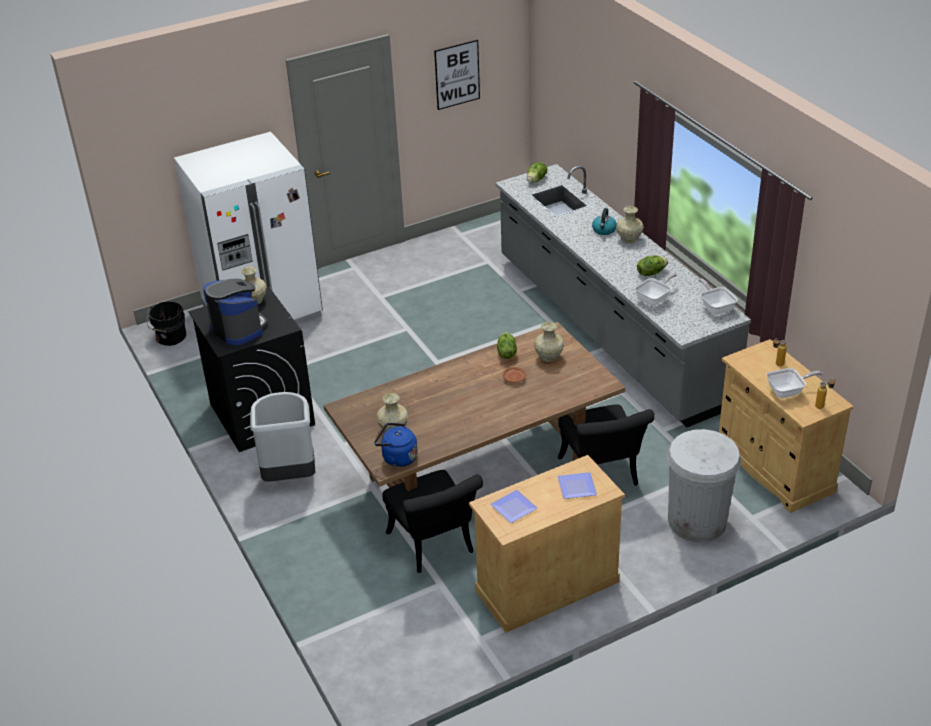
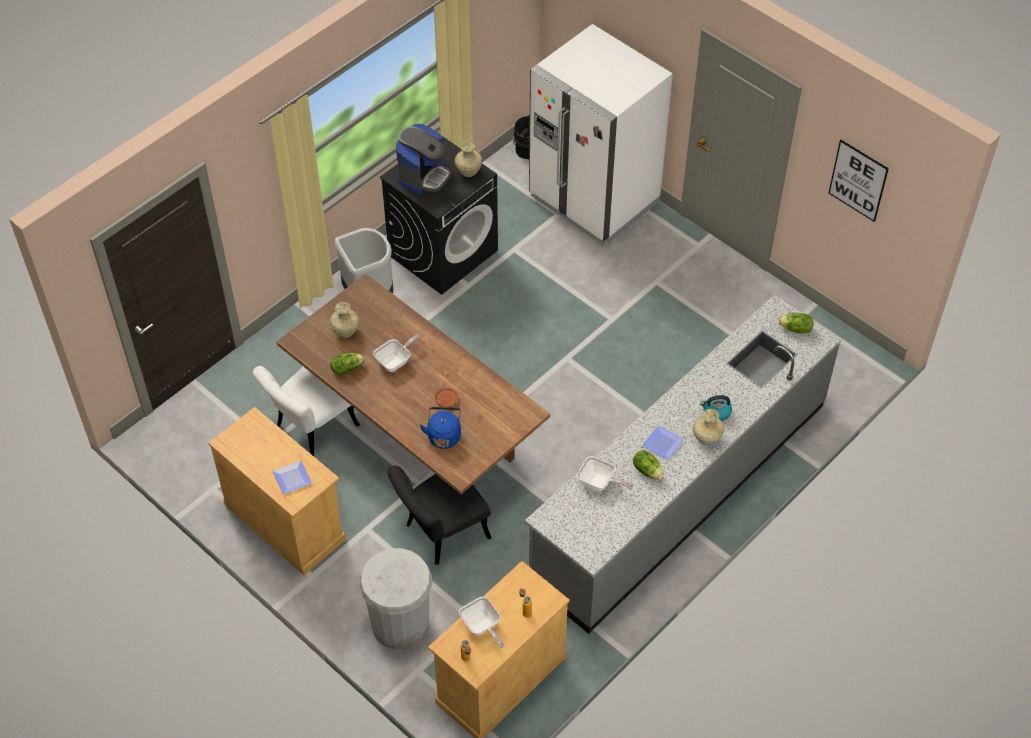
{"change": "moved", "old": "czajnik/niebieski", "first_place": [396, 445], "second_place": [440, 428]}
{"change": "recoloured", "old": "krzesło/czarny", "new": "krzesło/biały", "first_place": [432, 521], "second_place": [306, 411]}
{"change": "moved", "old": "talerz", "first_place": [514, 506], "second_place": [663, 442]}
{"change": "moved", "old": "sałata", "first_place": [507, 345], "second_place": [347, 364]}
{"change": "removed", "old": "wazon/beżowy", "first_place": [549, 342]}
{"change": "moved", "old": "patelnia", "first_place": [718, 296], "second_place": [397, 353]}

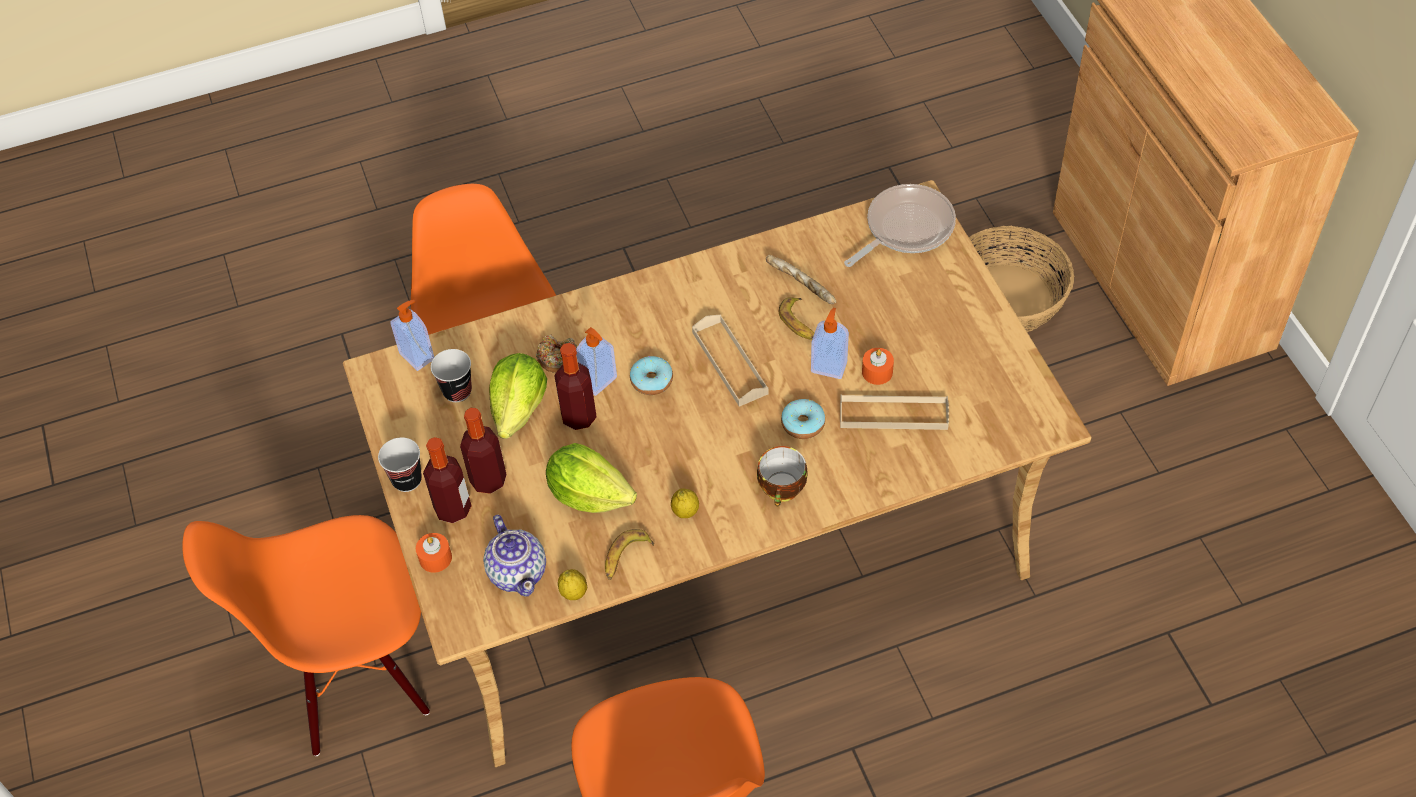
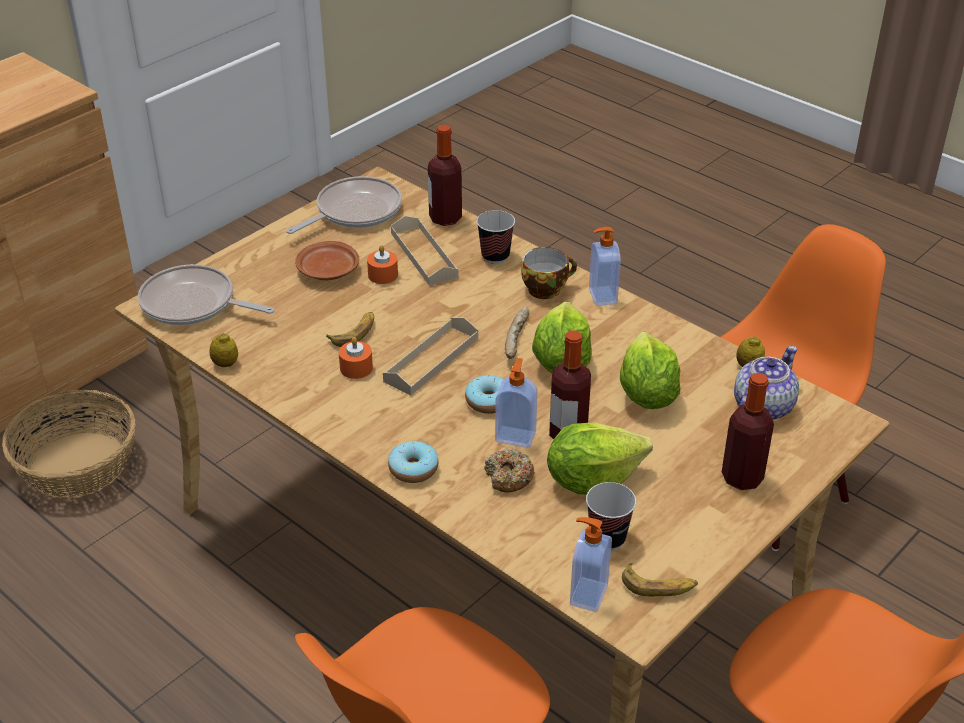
{"change": "moved", "old": "filiżanka", "first_place": [400, 464], "second_place": [495, 237]}
{"change": "moved", "old": "świeca/pomarańczowy", "first_place": [434, 553], "second_place": [356, 358]}
{"change": "moved", "old": "butelka", "first_place": [483, 451], "second_place": [445, 175]}
{"change": "moved", "old": "banan", "first_place": [629, 554], "second_place": [660, 579]}
{"change": "moved", "old": "cytryna", "first_place": [685, 503], "second_place": [223, 350]}
{"change": "moved", "old": "chleb", "first_place": [801, 279], "second_place": [517, 333]}
{"change": "moved", "old": "donut", "first_place": [803, 419], "second_place": [413, 462]}
{"change": "moved", "old": "dozownik mydła", "first_place": [830, 343], "second_place": [605, 266]}
{"change": "added", "new": "patelnia", "second_place": [344, 205]}
{"change": "added", "new": "talerz/brązowy", "second_place": [327, 260]}
{"change": "added", "new": "sałata", "second_place": [562, 337]}

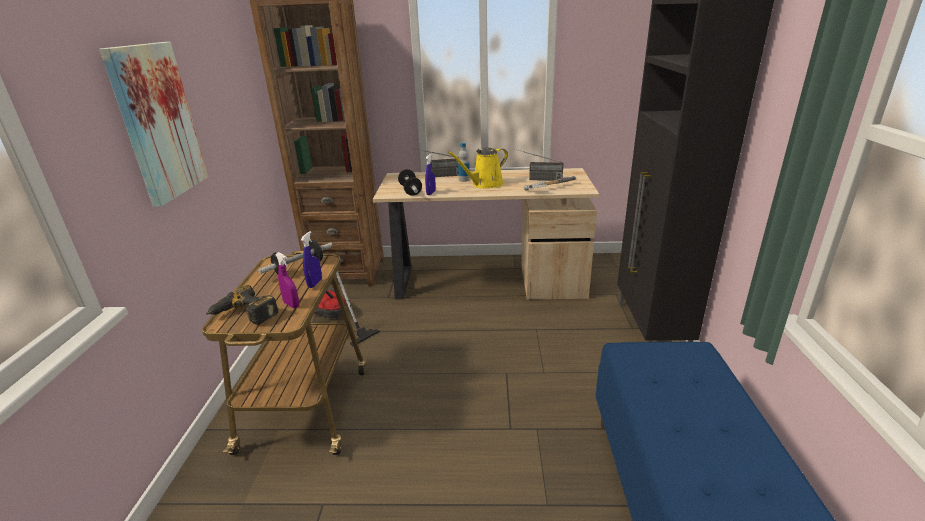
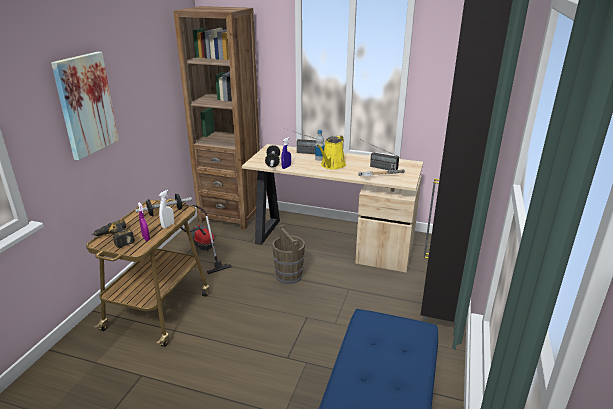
{"change": "recoloured", "old": "spryskiwacz/niebieski", "new": "spryskiwacz/biały", "first_place": [311, 259], "second_place": [166, 209]}
{"change": "turned", "old": "konewka/żółty", "first_place": [478, 168], "second_place": [331, 152], "degrees": -45}
{"change": "added", "new": "wiadro/brązowy", "second_place": [288, 254]}

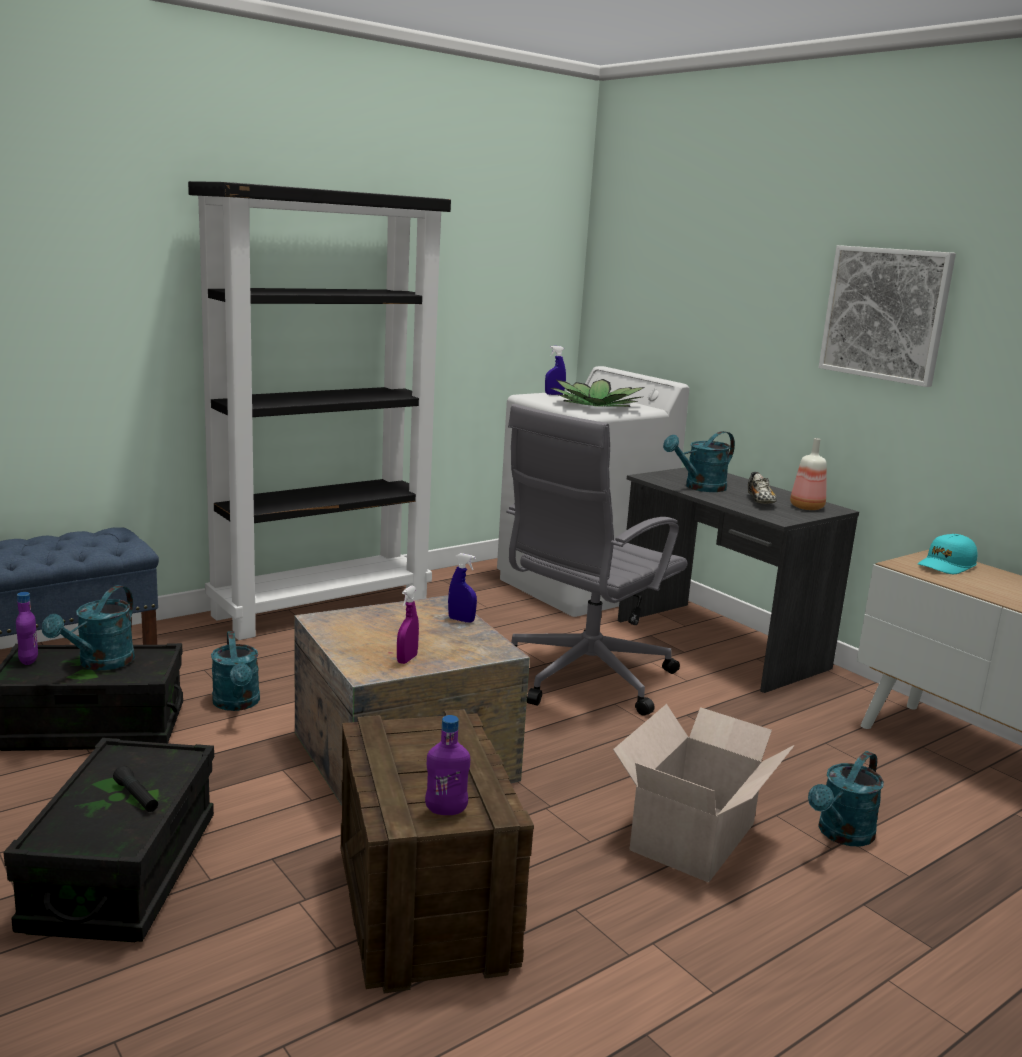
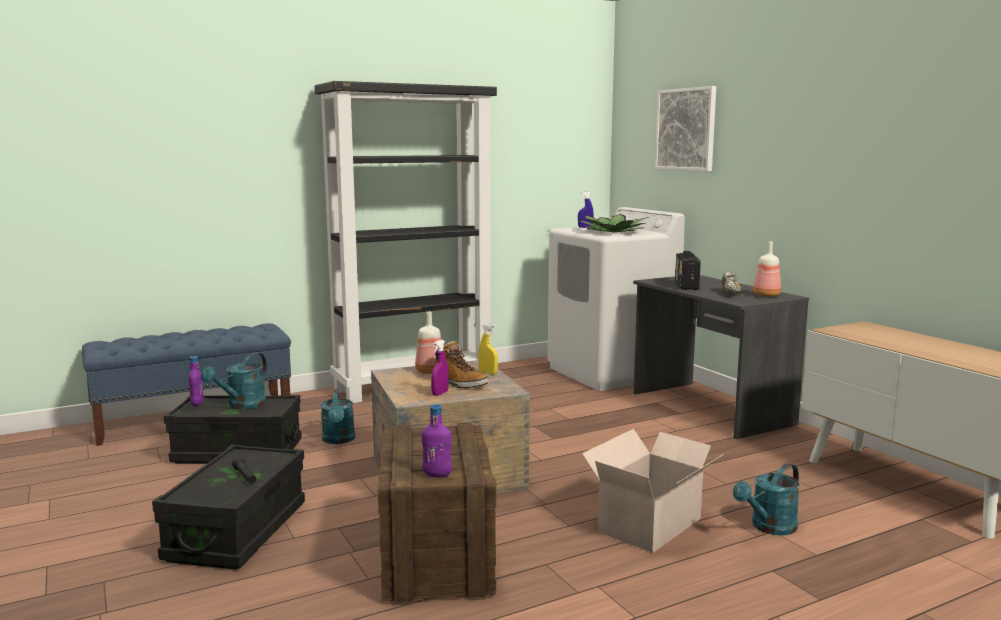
{"change": "recoloured", "old": "spryskiwacz/niebieski", "new": "spryskiwacz/żółty", "first_place": [462, 588], "second_place": [488, 348]}
{"change": "removed", "old": "krzesło biurowe/szary", "first_place": [596, 560]}
{"change": "replaced", "old": "konewka/turkusowy", "new": "radio", "first_place": [699, 461], "second_place": [688, 270]}
{"change": "moved", "old": "obraz", "first_place": [887, 316], "second_place": [685, 128]}
{"change": "removed", "old": "czapka z daszkiem/turkusowy", "first_place": [948, 554]}
{"change": "added", "new": "butelka", "second_place": [428, 342]}
{"change": "added", "new": "but z cholewką", "second_place": [461, 365]}

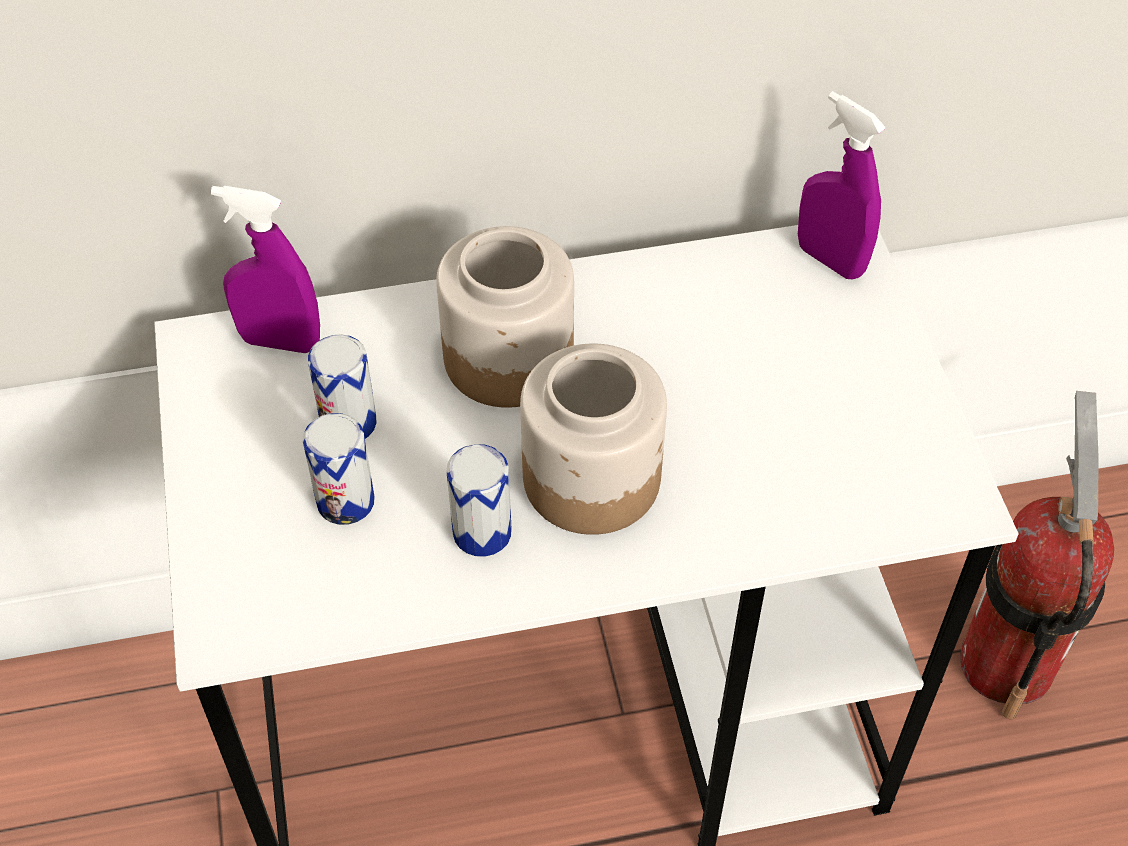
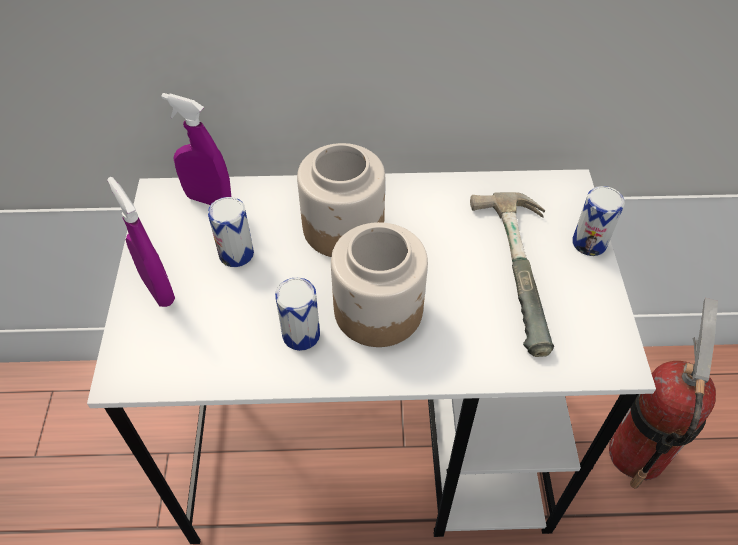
{"change": "moved", "old": "puszka", "first_place": [339, 469], "second_place": [598, 221]}
{"change": "moved", "old": "spryskiwacz/fioletowy", "first_place": [842, 185], "second_place": [141, 242]}
{"change": "added", "new": "młotek", "second_place": [512, 274]}

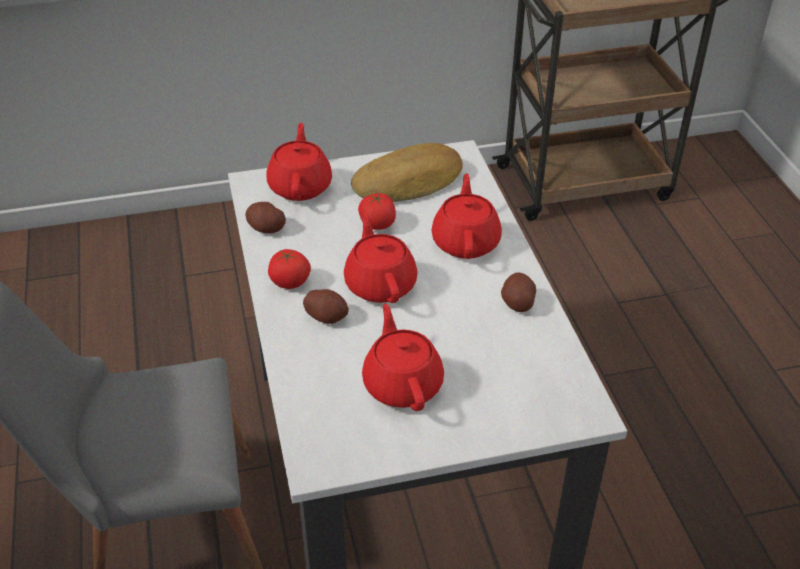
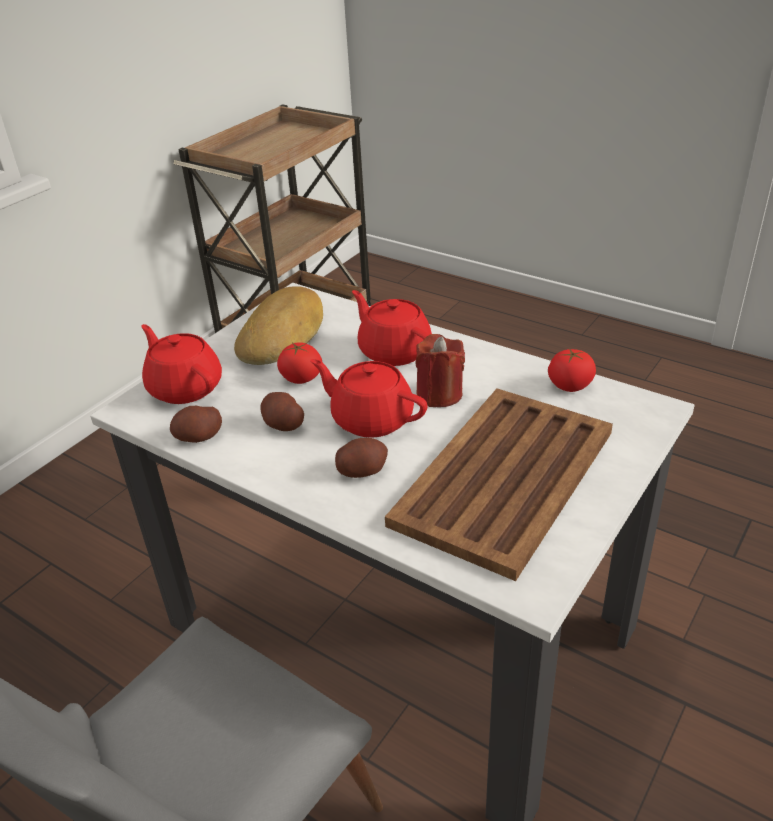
{"change": "moved", "old": "pomidor", "first_place": [289, 269], "second_place": [572, 370]}
{"change": "replaced", "old": "imbryk/czerwony", "new": "taca/brązowy", "first_place": [403, 357], "second_place": [499, 485]}
{"change": "moved", "old": "ziemniak", "first_place": [518, 292], "second_place": [282, 411]}
{"change": "added", "new": "świeca/czerwony", "second_place": [440, 370]}

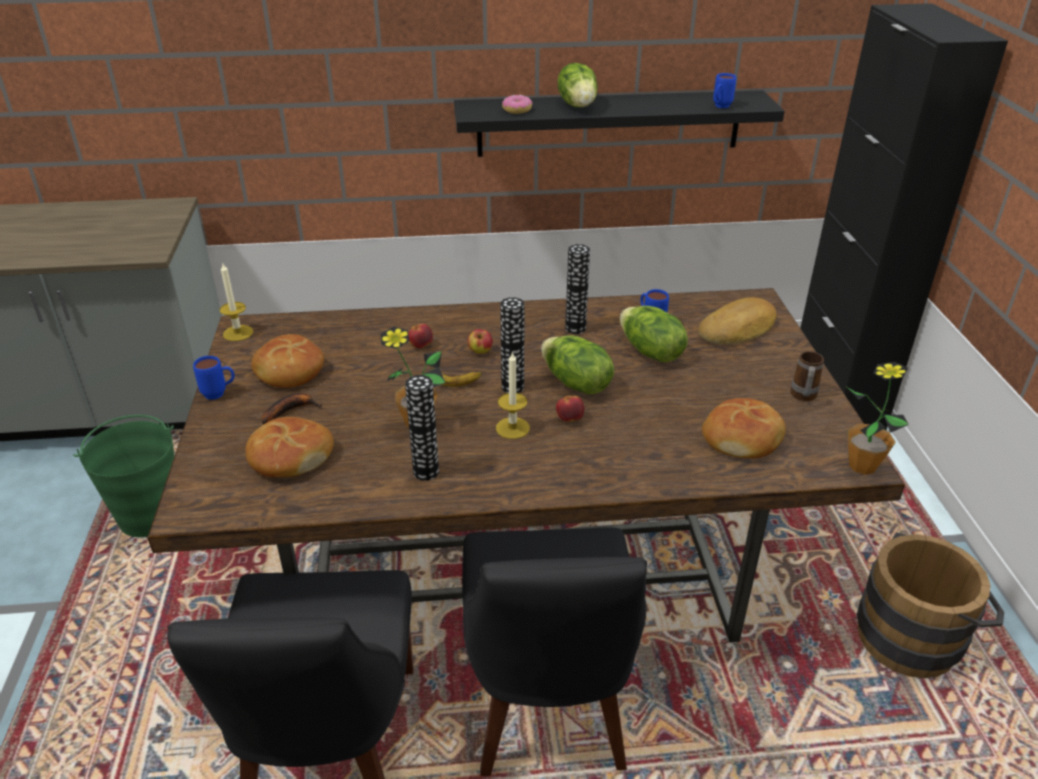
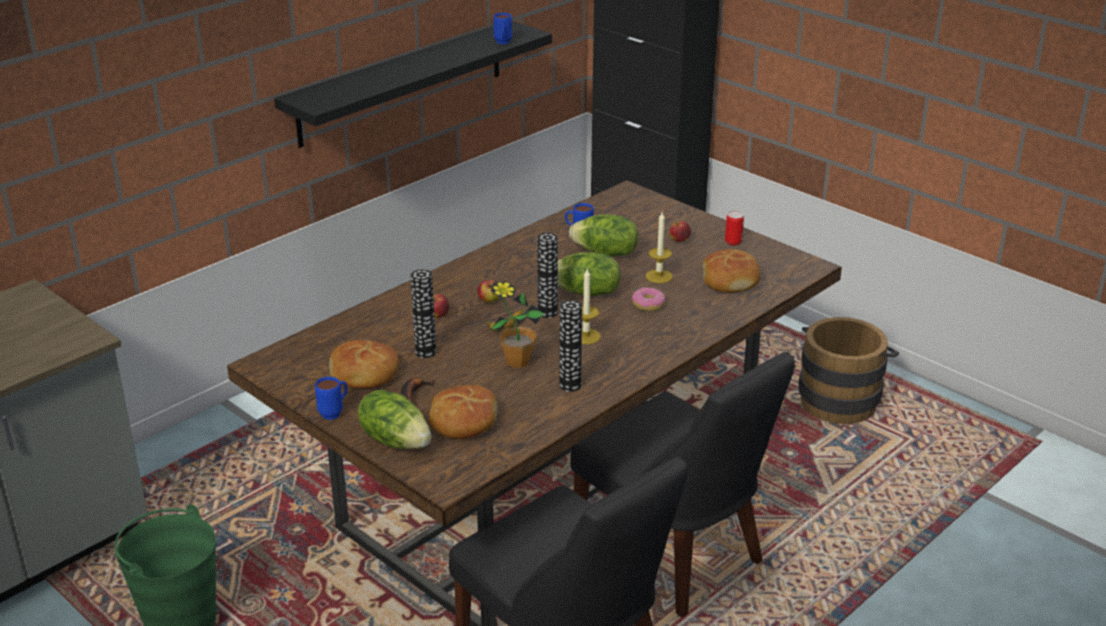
{"change": "moved", "old": "świeca", "first_place": [236, 301], "second_place": [659, 247]}
{"change": "moved", "old": "donut", "first_place": [517, 104], "second_place": [649, 299]}
{"change": "moved", "old": "jabłko", "first_place": [570, 408], "second_place": [680, 231]}
{"change": "moved", "old": "sałata", "first_place": [577, 85], "second_place": [394, 419]}
{"change": "moved", "old": "wazon", "first_place": [577, 289], "second_place": [423, 313]}
{"change": "removed", "old": "chleb", "first_place": [737, 320]}
{"change": "replaced", "old": "kubek", "new": "puszka", "first_place": [807, 376], "second_place": [734, 228]}
{"change": "removed", "old": "roślina doniczkowa", "first_place": [877, 418]}

